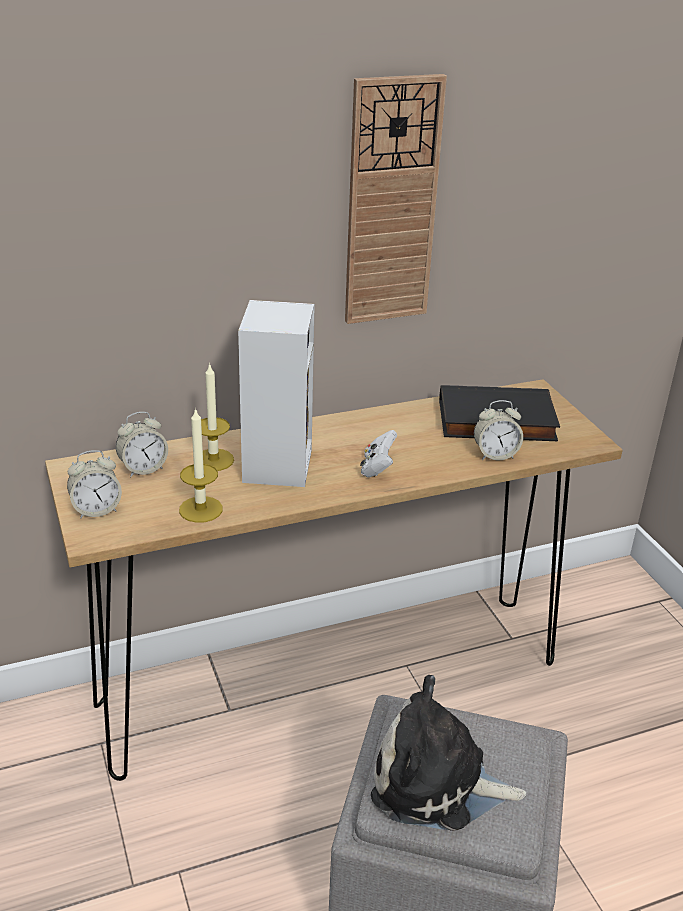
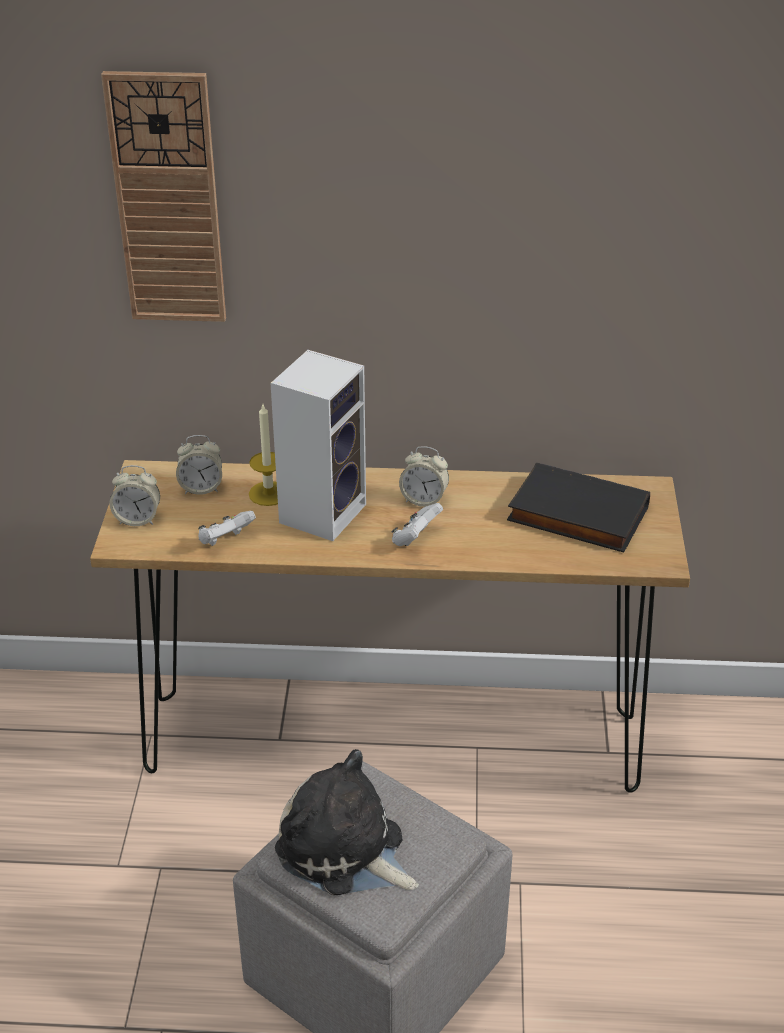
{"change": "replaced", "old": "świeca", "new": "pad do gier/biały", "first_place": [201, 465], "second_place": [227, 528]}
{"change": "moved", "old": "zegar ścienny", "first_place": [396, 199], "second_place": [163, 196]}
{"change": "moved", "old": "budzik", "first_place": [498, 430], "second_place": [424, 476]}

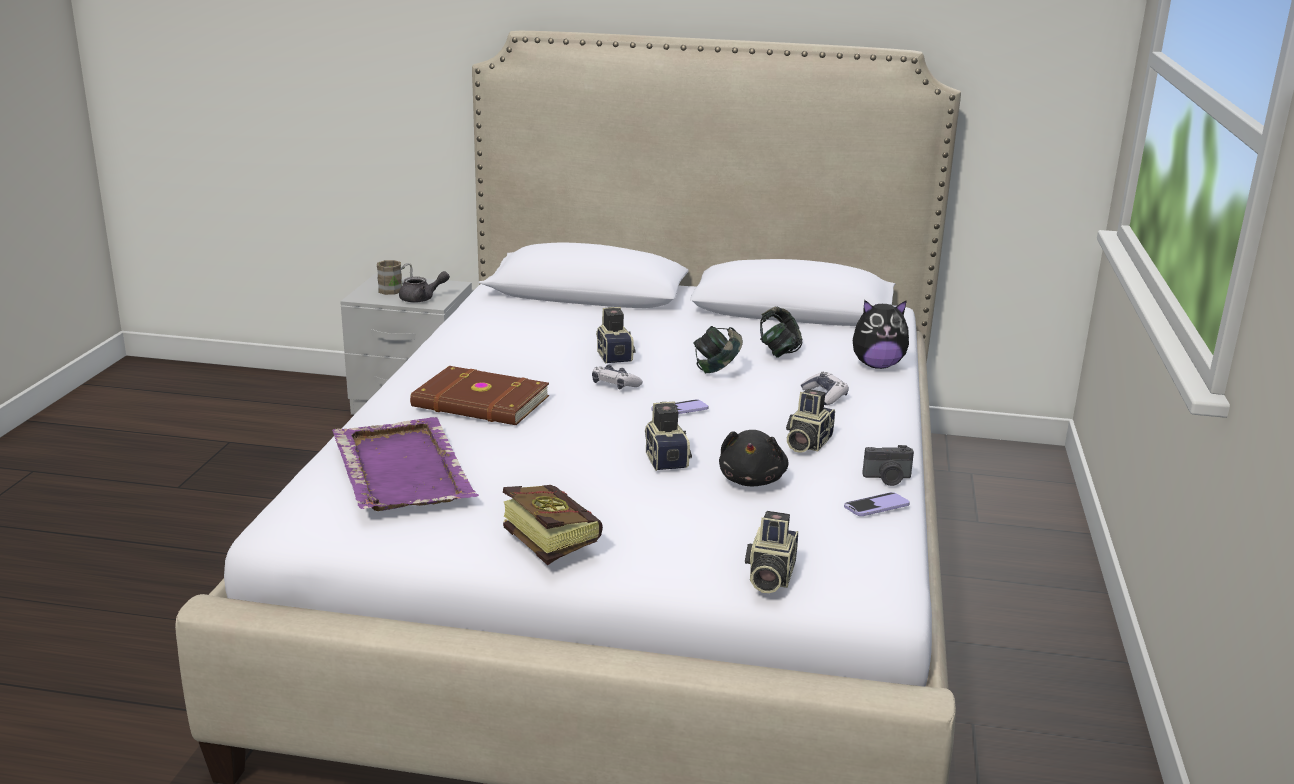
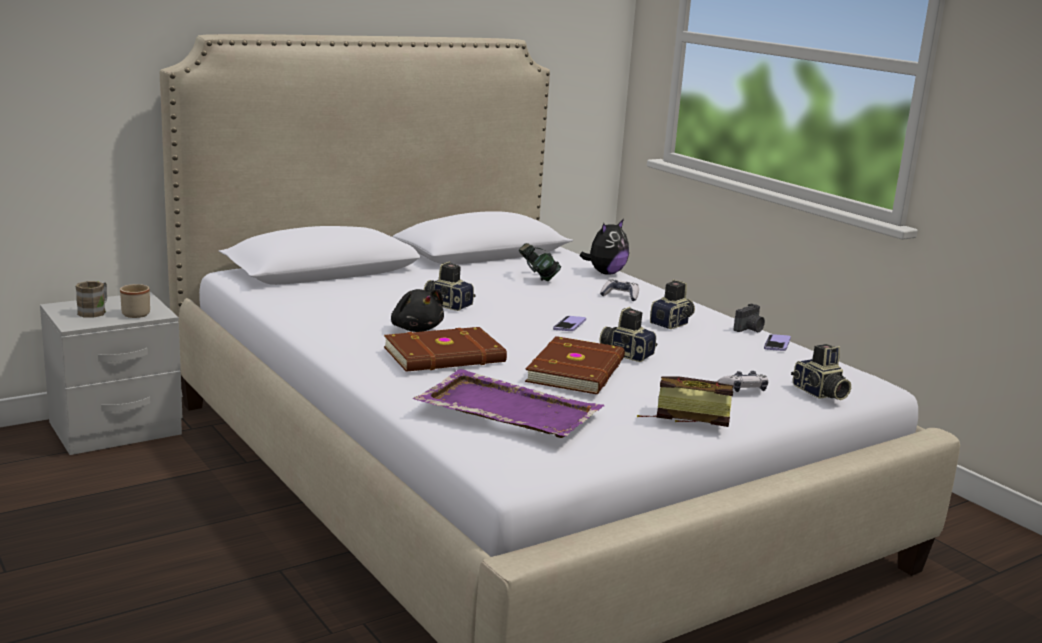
{"change": "replaced", "old": "imbryk/szary", "new": "kubek/beżowy", "first_place": [424, 287], "second_place": [135, 301]}
{"change": "moved", "old": "pad do gier", "first_place": [617, 377], "second_place": [743, 381]}
{"change": "removed", "old": "słuchawki", "first_place": [718, 349]}
{"change": "moved", "old": "pluszak/czarny", "first_place": [753, 458], "second_place": [417, 310]}
{"change": "turned", "old": "aparat fotograficzny", "first_place": [810, 421], "second_place": [672, 304], "degrees": -120}
{"change": "added", "new": "książka/brązowy", "second_place": [575, 365]}

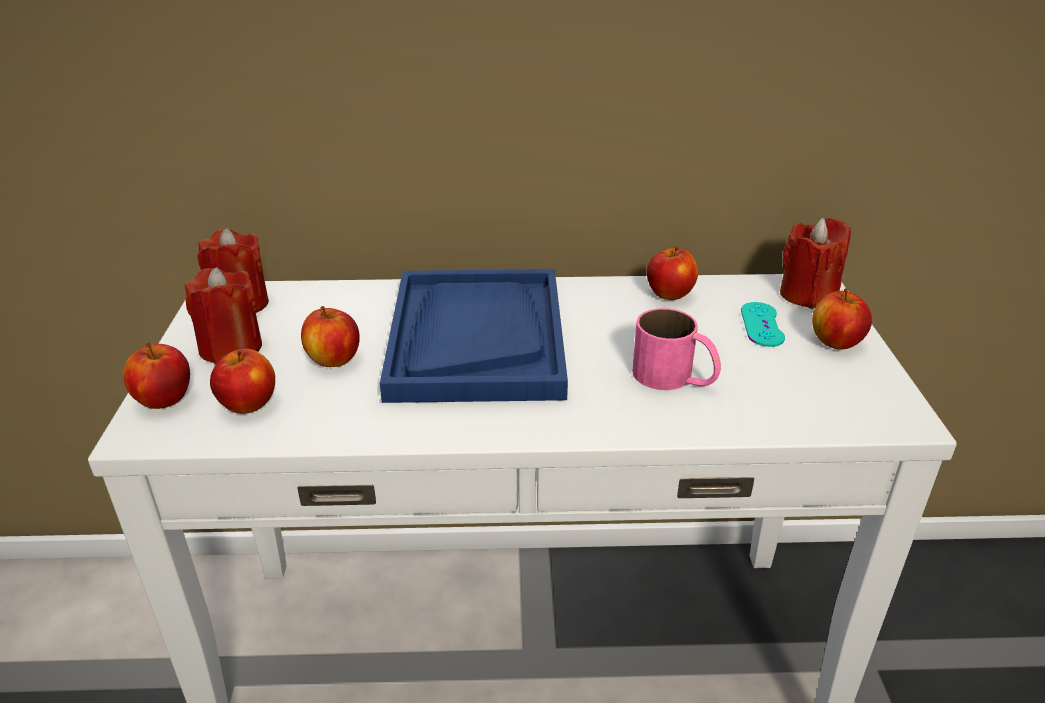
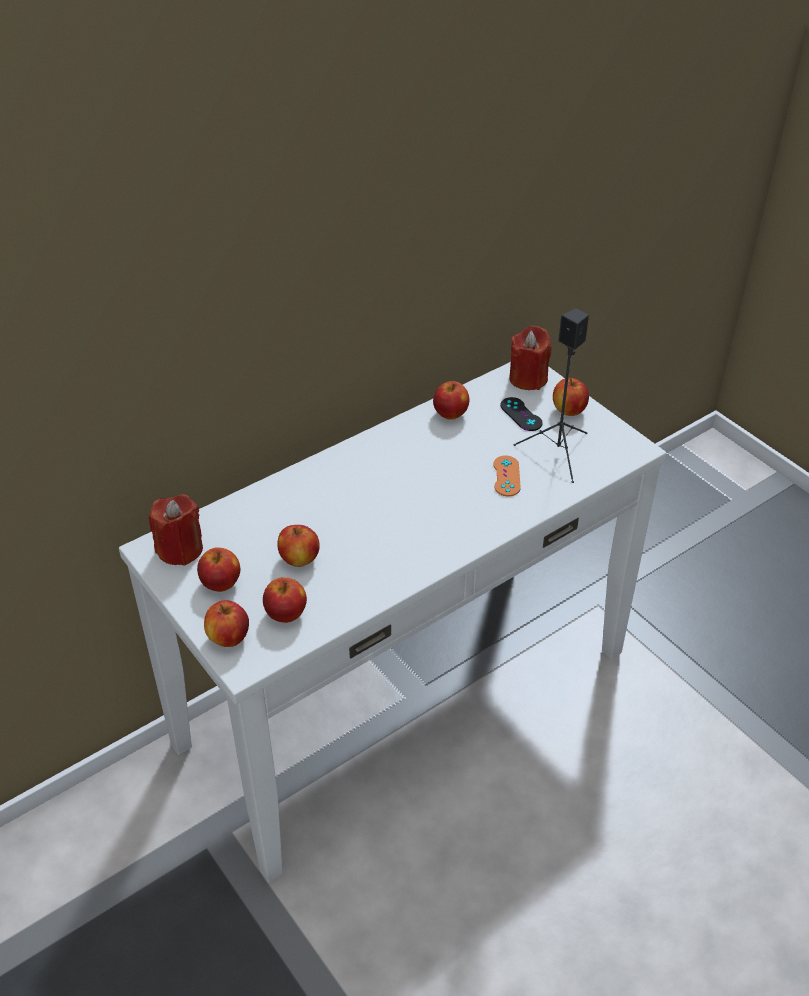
{"change": "replaced", "old": "świeca/czerwony", "new": "jabłko", "first_place": [223, 316], "second_place": [218, 569]}
{"change": "removed", "old": "taca/niebieski", "first_place": [474, 336]}
{"change": "replaced", "old": "kubek/różowy", "new": "pad do gier/pomarańczowy", "first_place": [676, 349], "second_place": [507, 476]}
{"change": "recoloured", "old": "pad do gier/turkusowy", "new": "pad do gier/czarny", "first_place": [763, 324], "second_place": [521, 414]}
{"change": "added", "new": "głośnik/czarny", "second_place": [551, 395]}

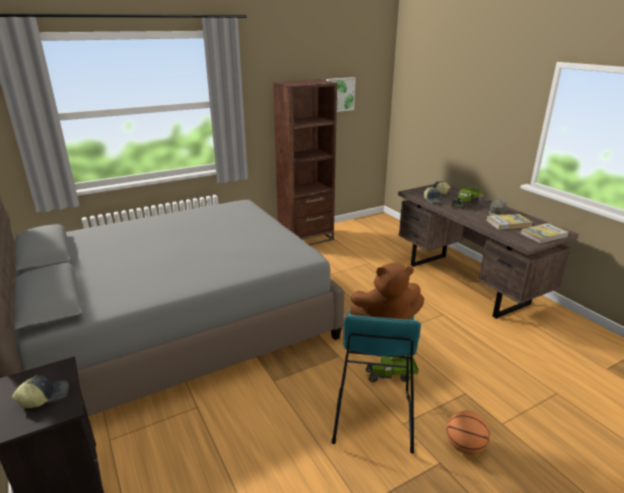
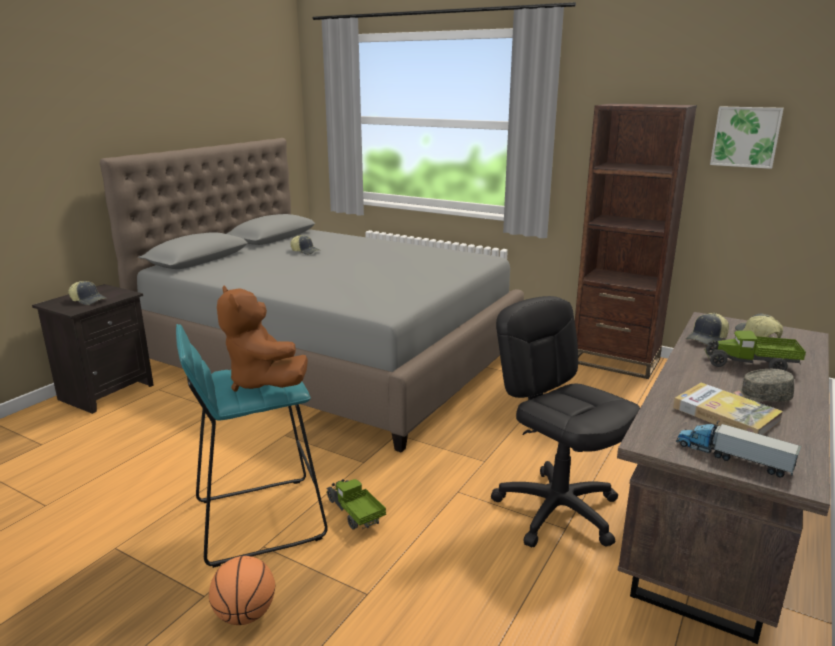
{"change": "replaced", "old": "książka", "new": "ciężarówka zabawkowa", "first_place": [544, 233], "second_place": [738, 449]}
{"change": "added", "new": "czapka z daszkiem", "second_place": [305, 245]}
{"change": "added", "new": "krzesło biurowe/czarny", "second_place": [565, 421]}

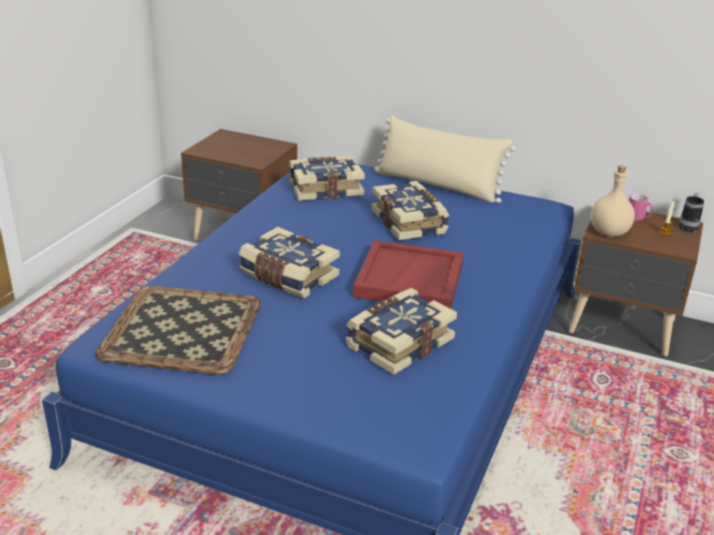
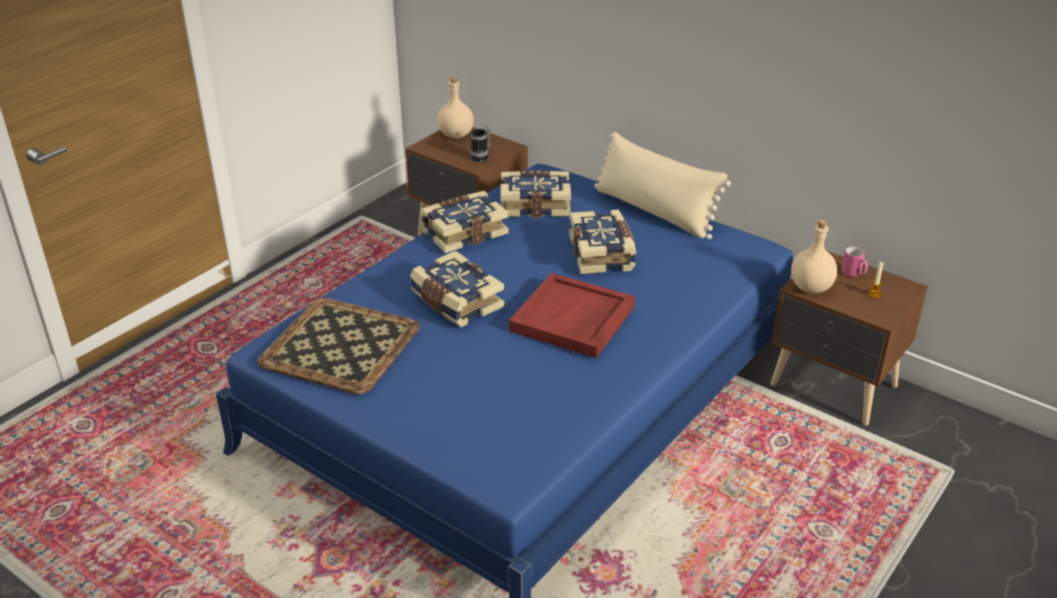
{"change": "moved", "old": "książka", "first_place": [401, 331], "second_place": [464, 222]}
{"change": "moved", "old": "kubek", "first_place": [691, 212], "second_place": [480, 144]}
{"change": "added", "new": "butelka/beżowy", "second_place": [455, 107]}

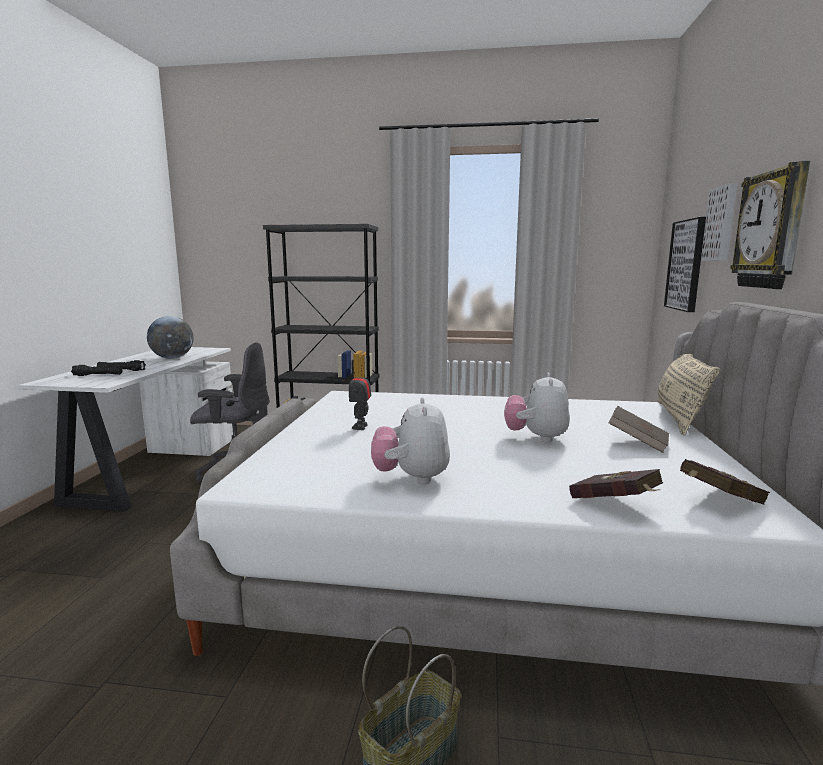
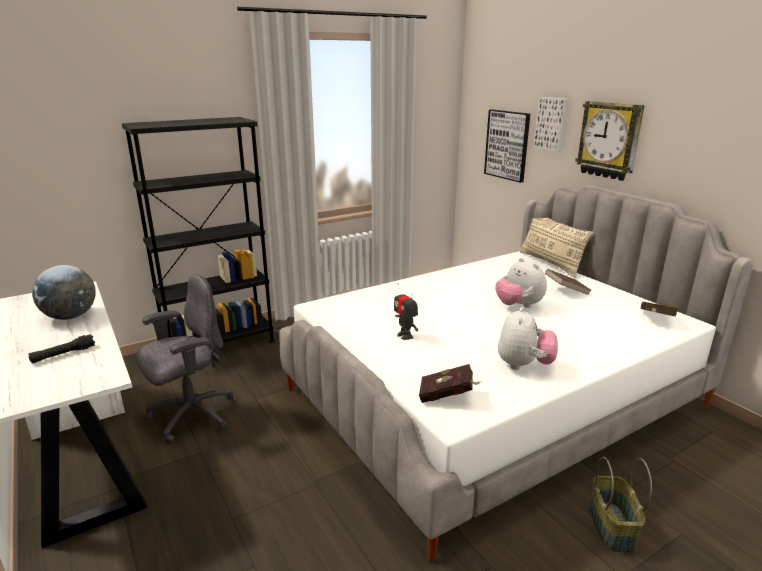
{"change": "removed", "old": "latarka/czarny", "first_place": [97, 370]}
{"change": "turned", "old": "pluszak", "first_place": [410, 440], "second_place": [528, 338], "degrees": -120}
{"change": "moved", "old": "książka/czerwony", "first_place": [616, 483], "second_place": [449, 383]}

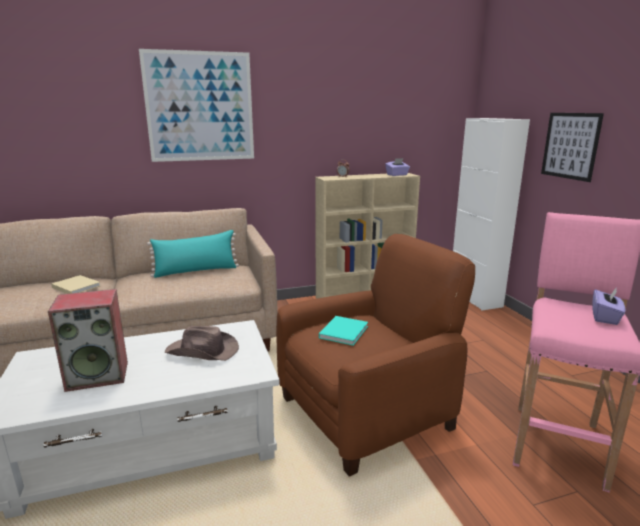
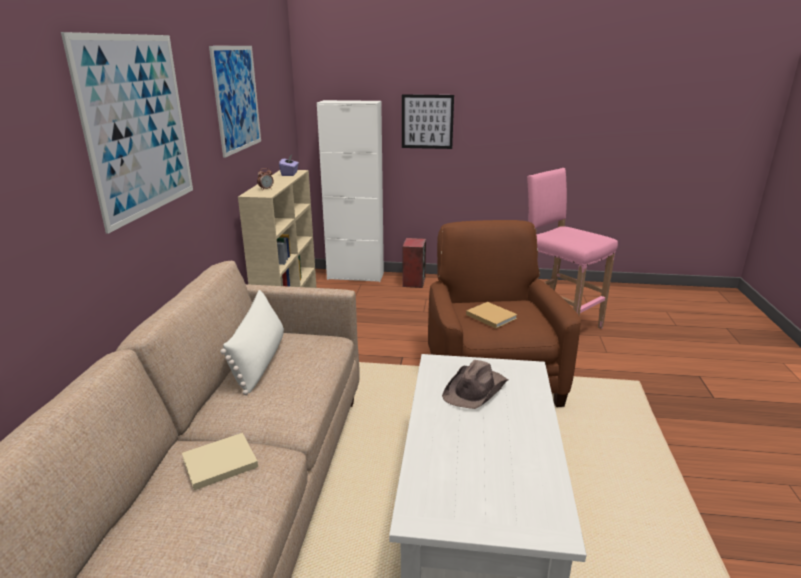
{"change": "moved", "old": "głośnik", "first_place": [88, 340], "second_place": [414, 263]}
{"change": "recoloured", "old": "poduszka/turkusowy", "new": "poduszka/biały", "first_place": [193, 254], "second_place": [252, 342]}
{"change": "recoloured", "old": "książka/turkusowy", "new": "książka/beżowy", "first_place": [343, 331], "second_place": [492, 315]}
{"change": "removed", "old": "pudełko chusteczek/fioletowy", "first_place": [609, 306]}
{"change": "added", "new": "obraz", "second_place": [235, 102]}

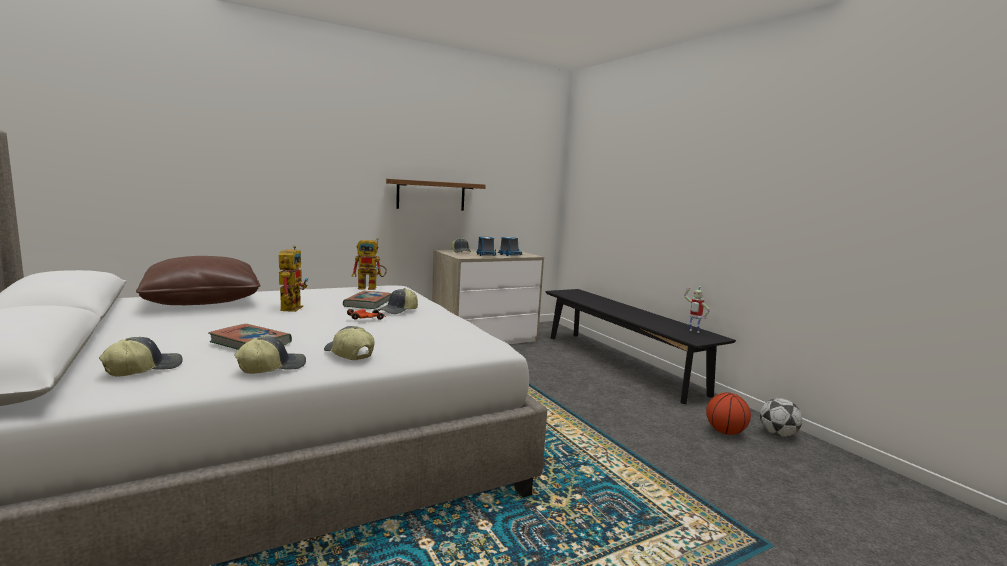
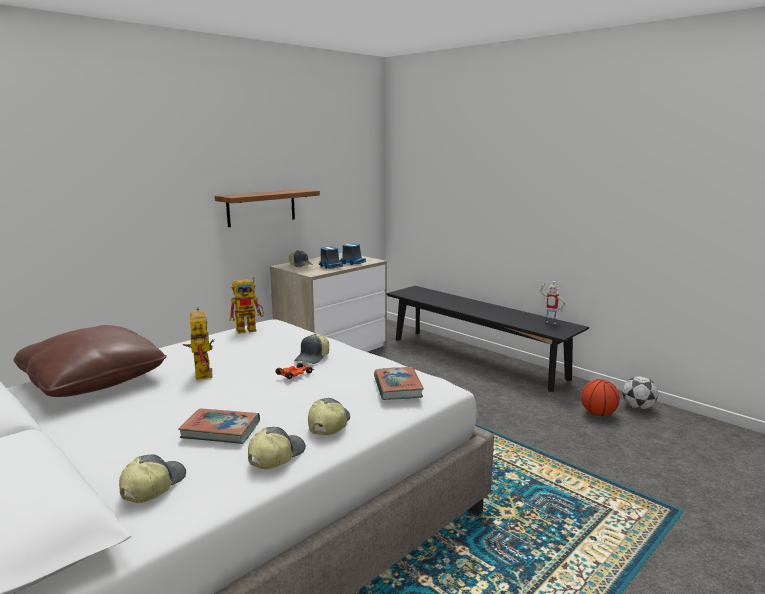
{"change": "turned", "old": "czapka z daszkiem", "first_place": [349, 343], "second_place": [329, 416], "degrees": 75}
{"change": "moved", "old": "książka", "first_place": [367, 300], "second_place": [399, 383]}

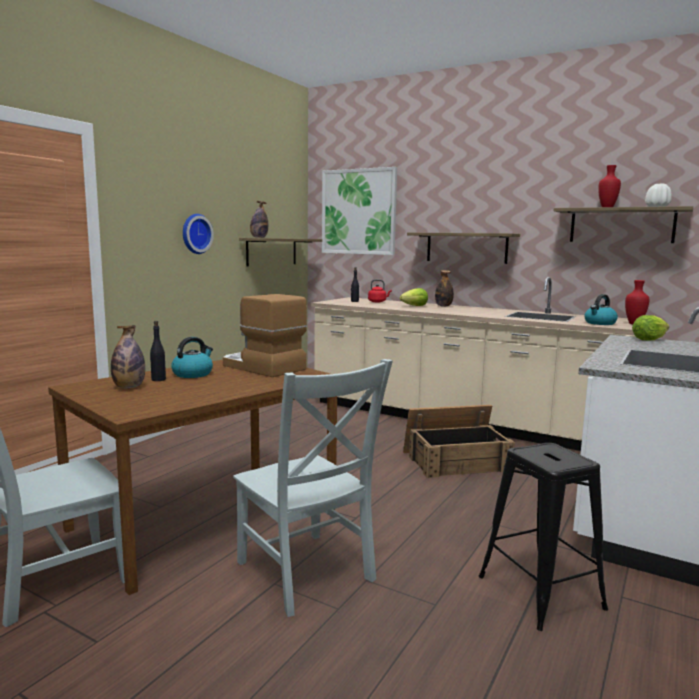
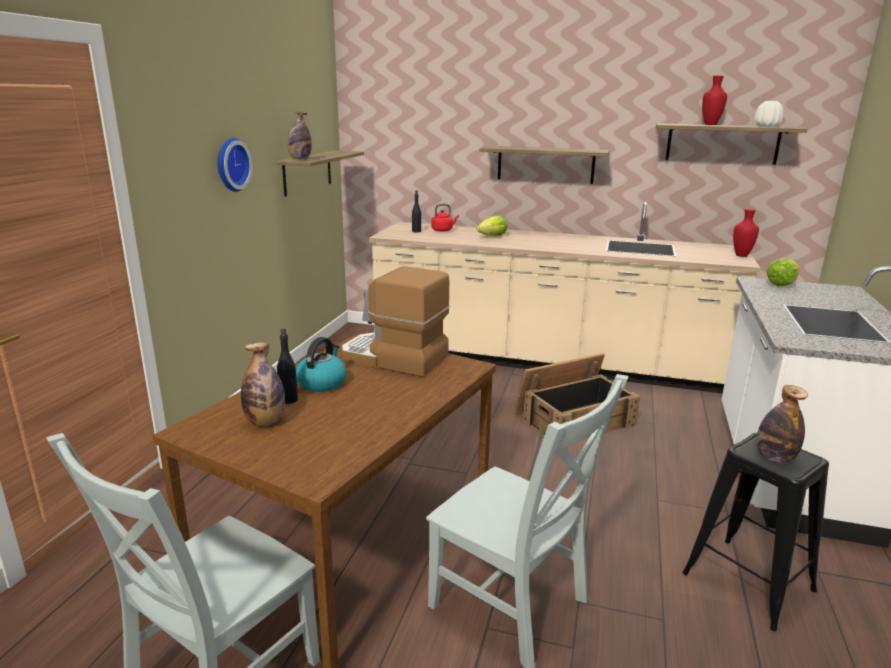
{"change": "removed", "old": "obraz", "first_place": [359, 211]}
{"change": "moved", "old": "butelka", "first_place": [444, 288], "second_place": [782, 424]}
{"change": "removed", "old": "czajnik", "first_place": [601, 309]}

